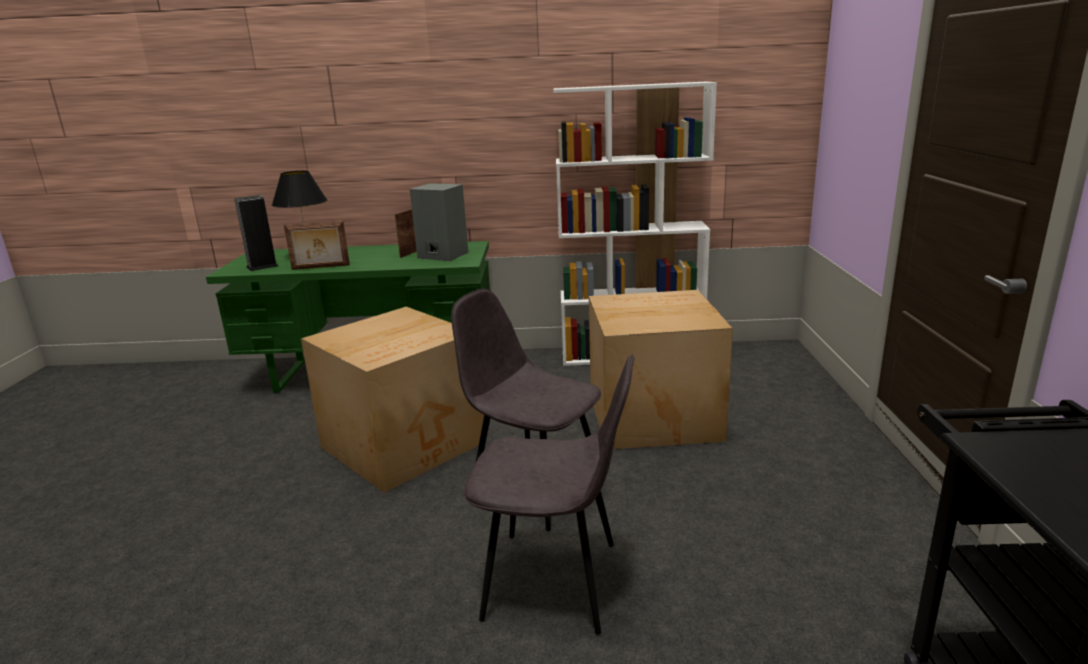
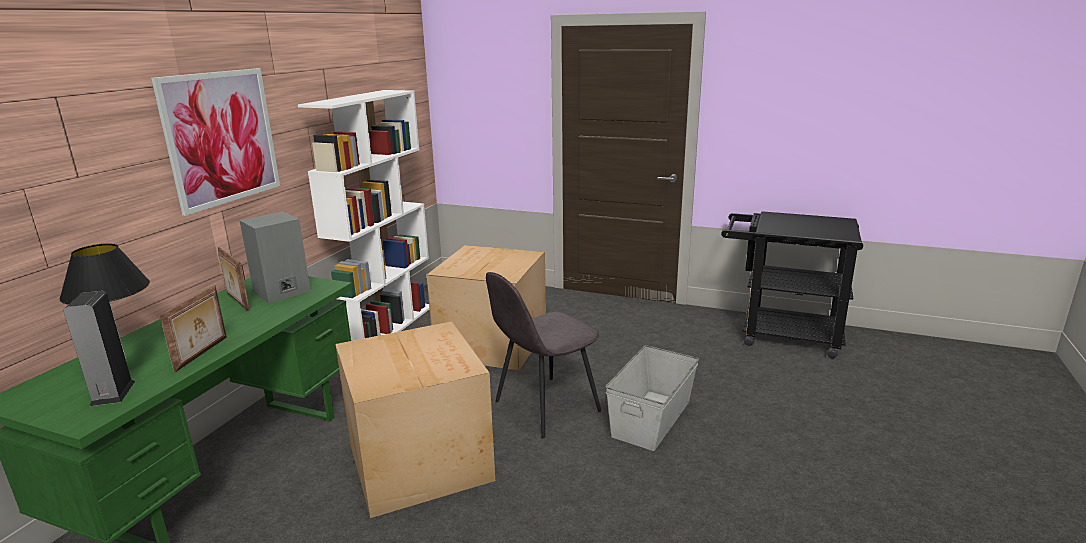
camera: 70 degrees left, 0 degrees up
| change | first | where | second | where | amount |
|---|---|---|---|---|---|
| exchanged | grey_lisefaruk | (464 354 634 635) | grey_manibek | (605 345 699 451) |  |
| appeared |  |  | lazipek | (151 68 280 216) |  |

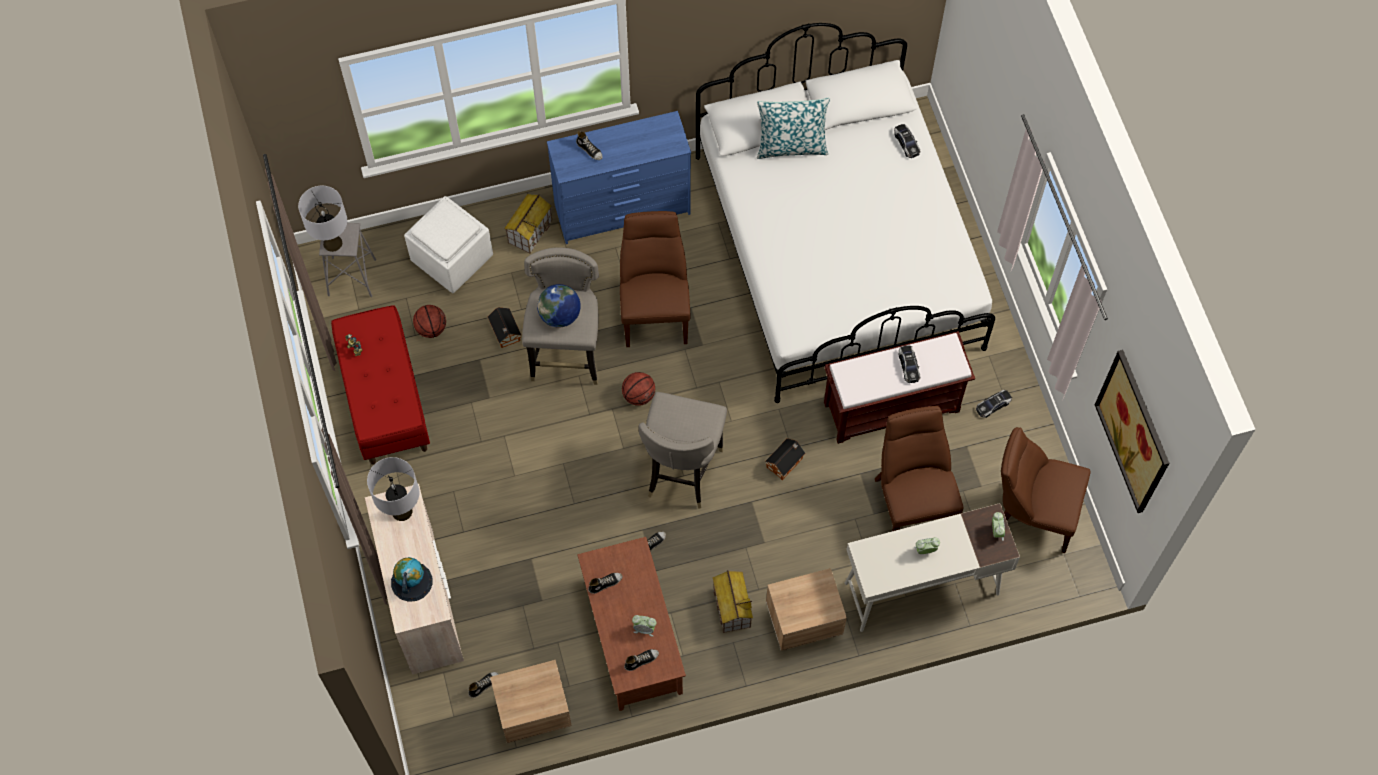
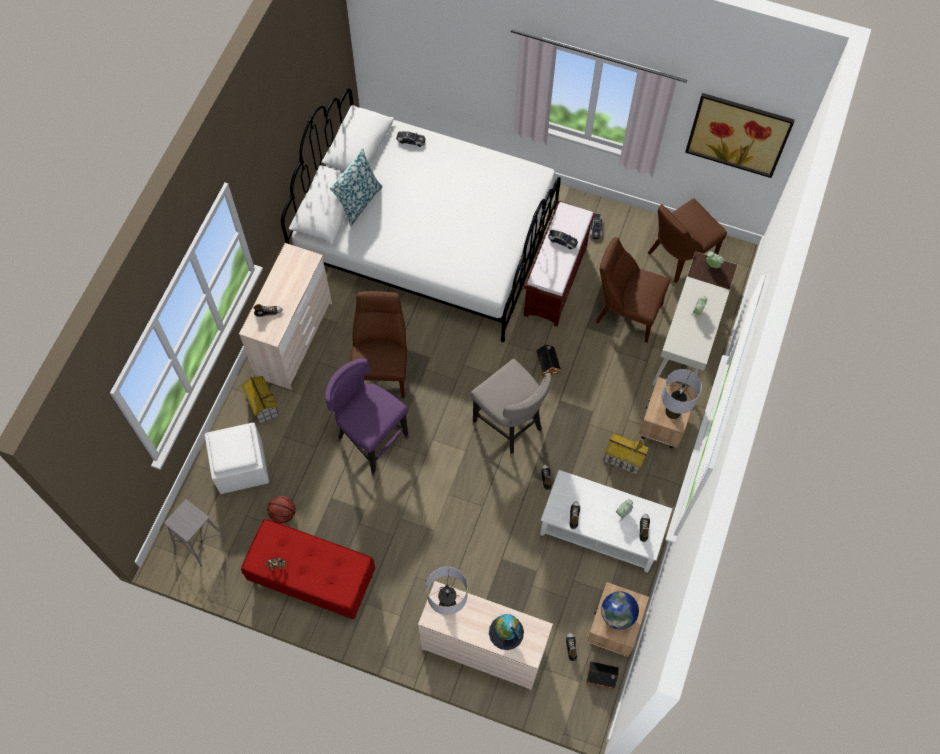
camera: 55 degrees left, 0 degrees up
| change | first | where | second | where | amount |
|---|---|---|---|---|---|
| relocated | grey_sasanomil | (298 186 347 252) |  | (661 369 702 419) |  |
| relocated | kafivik | (488 307 521 348) |  | (586 661 619 689) |  |
| colour | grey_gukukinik | (522 247 599 385) | purple_gukukinik | (325 358 409 476) |  |
| relocated | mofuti | (537 284 581 328) |  | (601 591 639 629) |  |
| colour | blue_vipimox | (547 111 691 244) | beige_vipimox | (239 243 332 390) |  |
| colour | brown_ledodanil | (577 537 686 711) | white_ledodanil | (540 470 672 573) |  |
| spun | brown_lisefaruk | (620 211 690 347) |  | (350 291 407 398) | 60 degrees clockwise |
| missing | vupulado | (622 372 655 406) |  |  |  |

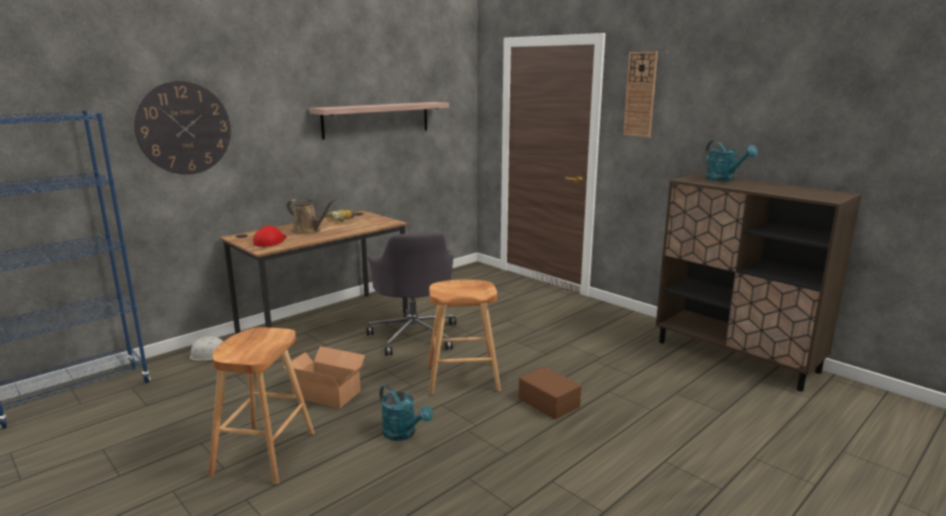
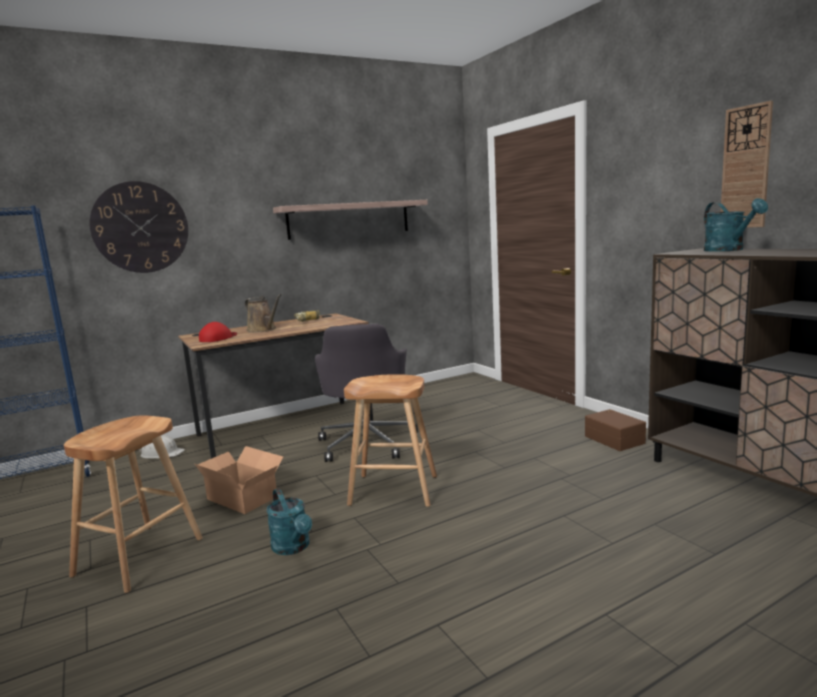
camera: 15 degrees right, 5 degrees down
| change | first | where | second | where | amount |
|---|---|---|---|---|---|
| relocated | brown_manibek | (518 367 581 419) |  | (585 409 646 451) |  |
| relocated | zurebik | (623 52 658 137) |  | (721 101 773 228) |  |

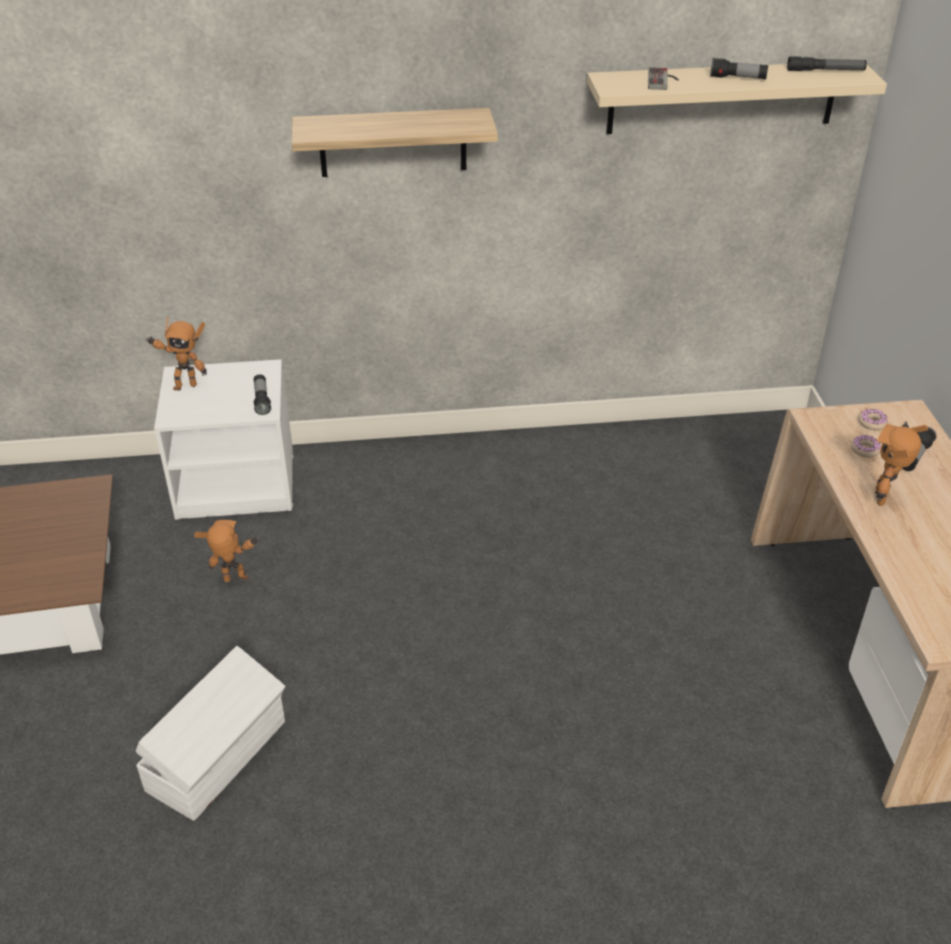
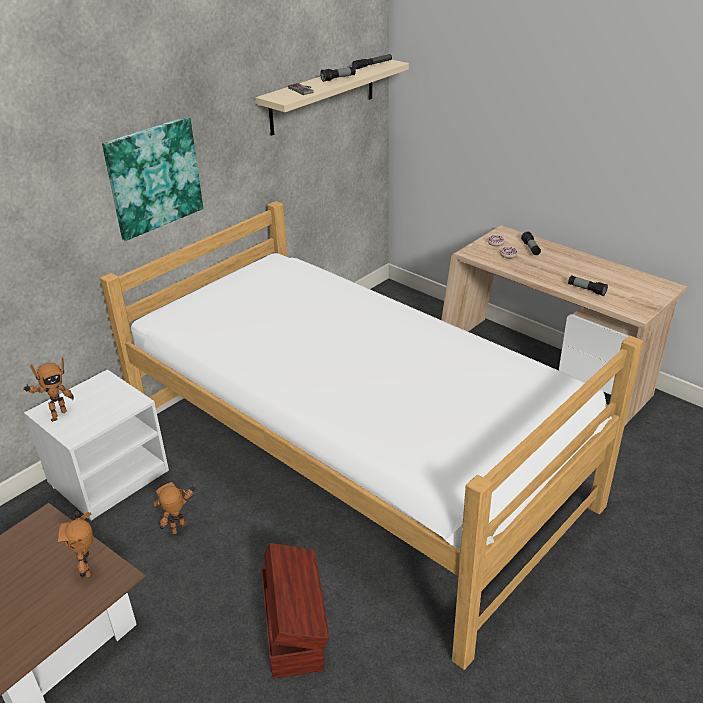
camera: 40 degrees left, 5 degrees down
| change | first | where | second | where | amount |
|---|---|---|---|---|---|
| colour | white_manibek | (136 646 285 821) | brown_manibek | (261 543 330 679) |  |
| relocated | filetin | (253 374 271 415) |  | (568 275 608 296) |  |
| exchanged | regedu | (292 108 498 177) | lazipek | (102 117 203 241) |  |
| relocated | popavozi | (875 421 928 506) |  | (58 511 93 579) |  |
| appeared |  |  | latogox | (100 201 643 670) |  |

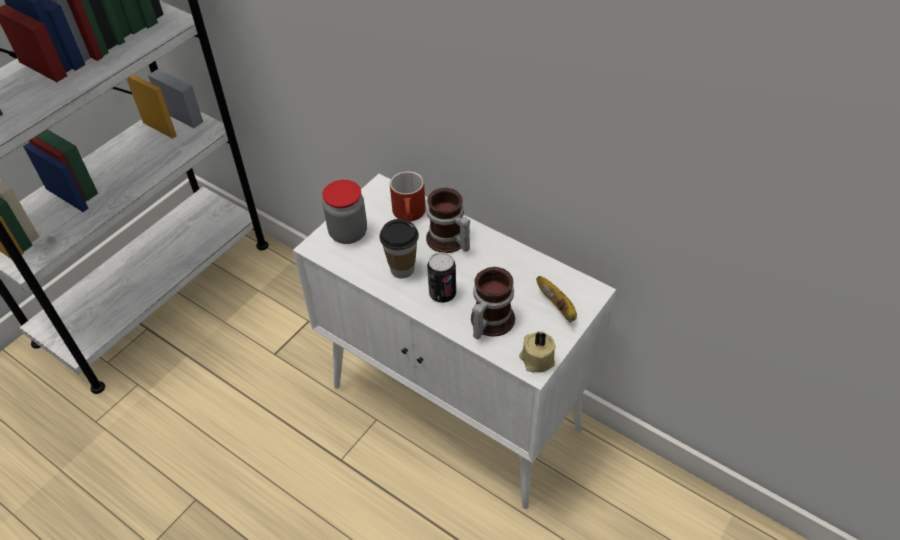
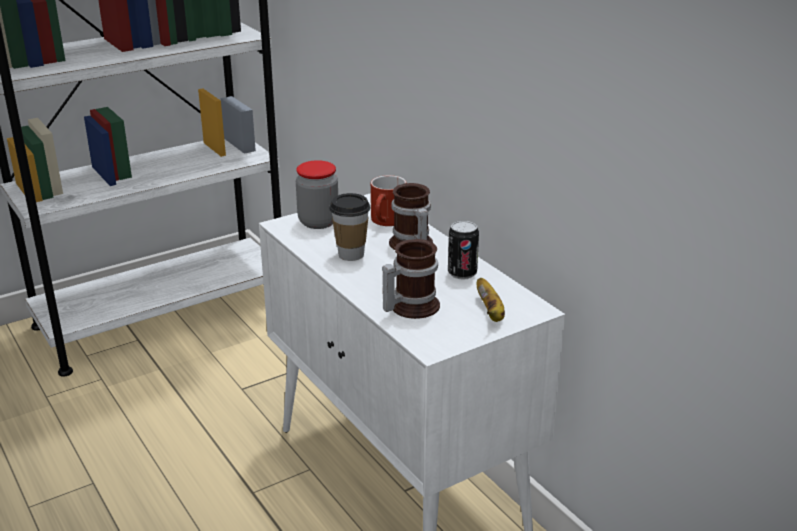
camera: 20 degrees right, 20 degrees down
| change | first | where | second | where | amount |
|---|---|---|---|---|---|
| relocated | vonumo | (427 252 456 303) |  | (448 220 479 280) |  |
| missing | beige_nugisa | (519 332 556 372) |  |  |  |

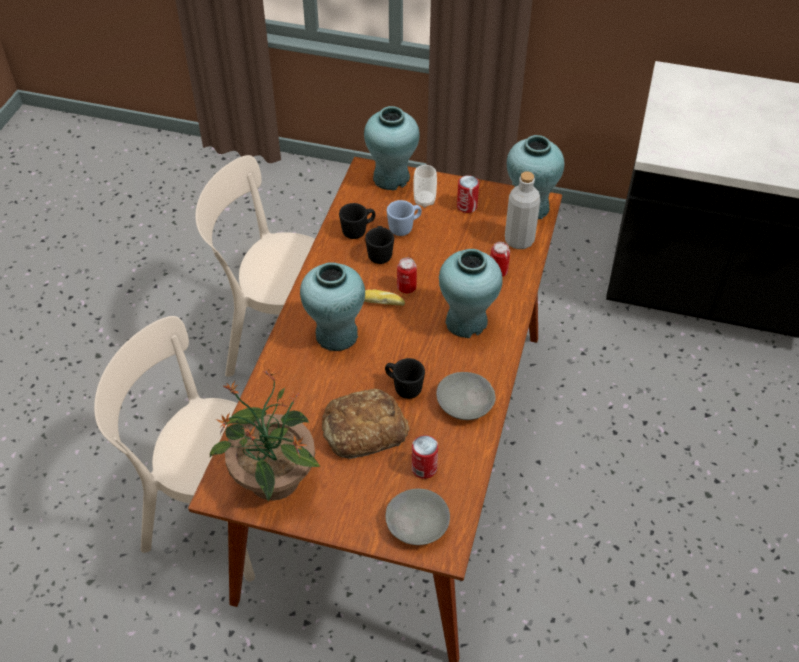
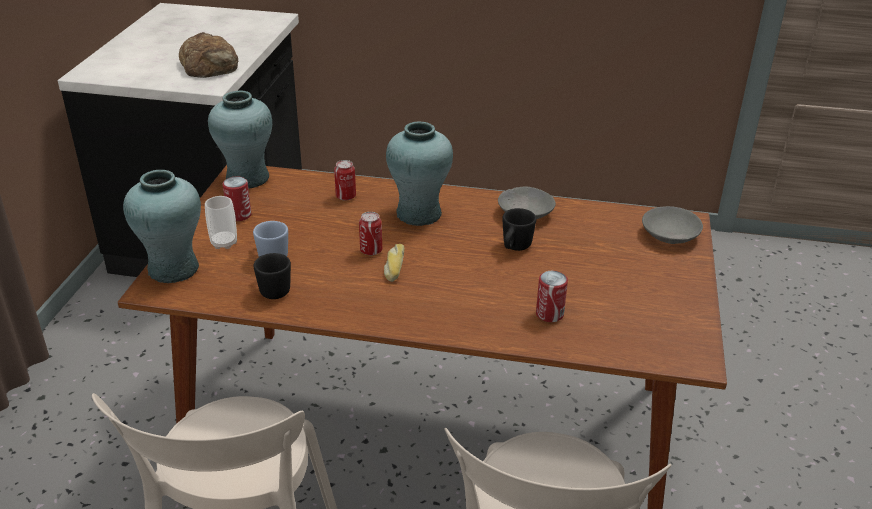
camera: 95 degrees left, 15 degrees down
| change | first | where | second | where | amount |
|---|---|---|---|---|---|
| missing | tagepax | (210 368 321 502) |  |  |  |
| missing | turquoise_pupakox | (300 262 365 351) |  |  |  |
| relocated | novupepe | (322 389 409 459) |  | (179 32 238 78) |  |
| missing | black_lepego | (365 226 394 264) |  |  |  |
| relocated | vonumo | (412 435 438 479) |  | (536 271 568 322) |  |
| missing | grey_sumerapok | (505 172 540 249) |  |  |  |

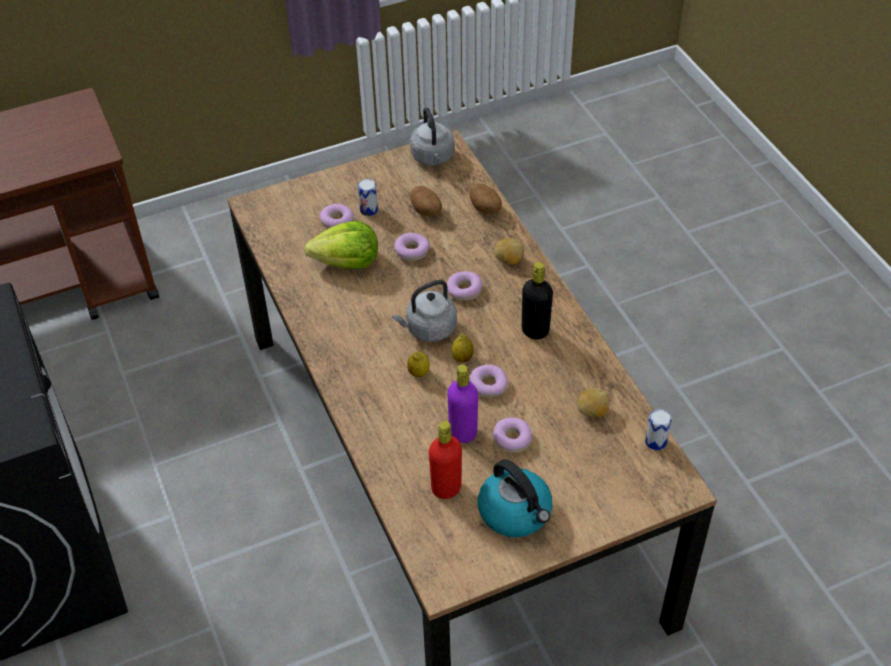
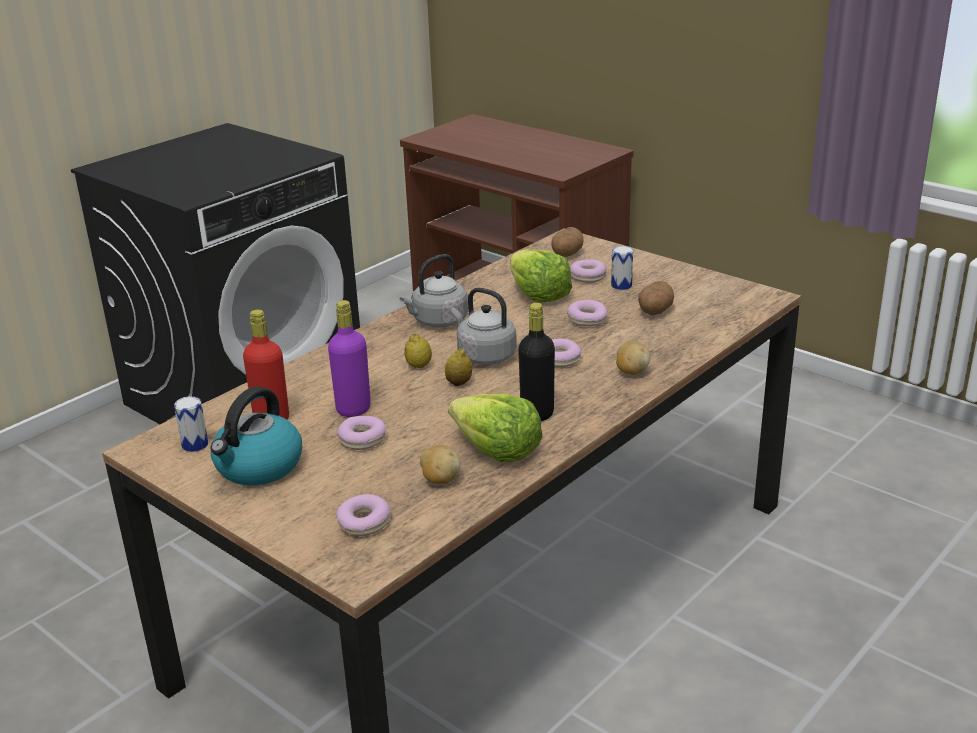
camera: 65 degrees right, 20 degrees down
| change | first | where | second | where | amount |
|---|---|---|---|---|---|
| relocated | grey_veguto | (410 107 455 166) |  | (400 254 468 327) |  |
| relocated | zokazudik | (470 183 502 214) |  | (551 227 584 257) |  |
| relocated | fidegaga | (470 364 508 397) |  | (336 494 391 536) |  |
| relocated | vonumo | (645 409 672 450) |  | (174 396 208 452) |  |
| appeared |  |  | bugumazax | (448 394 542 462) |  |

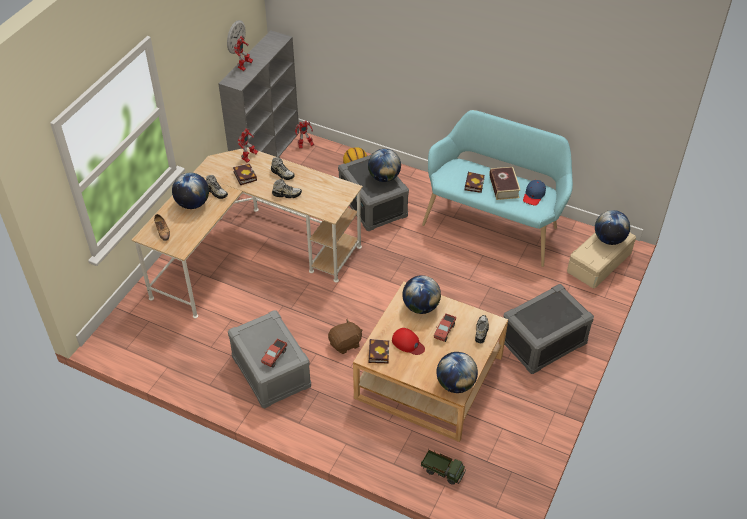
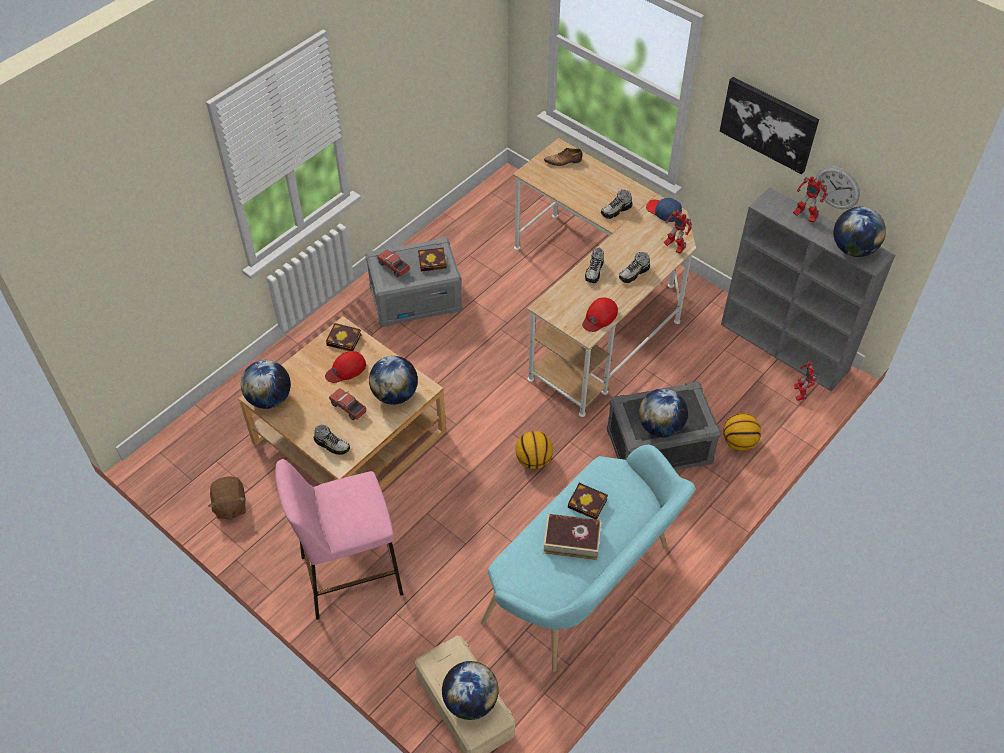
camera: 105 degrees right, 5 degrees up
| change | first | where | second | where | amount |
|---|---|---|---|---|---|
| relocated | mofuti | (172 173 209 209) |  | (834 207 886 257) |  |
| relocated | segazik | (233 164 257 185) |  | (418 248 447 271) |  |
| relocated | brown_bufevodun | (328 319 362 354) |  | (208 476 246 520) |  |
| missing | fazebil | (421 450 466 485) |  |  |  |
| exchanged | grey_manibek | (503 284 594 374) | pink_gukukinik | (275 459 404 620) |  |
| relocated | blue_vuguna | (523 180 546 206) |  | (646 198 682 222) |  |
| appeared |  |  | vupulado | (516 431 553 469) |  |
| appeared |  |  | red_vuguna | (582 297 618 332) |  |
| appeared |  |  | lazipek | (720 77 819 174) |  |

